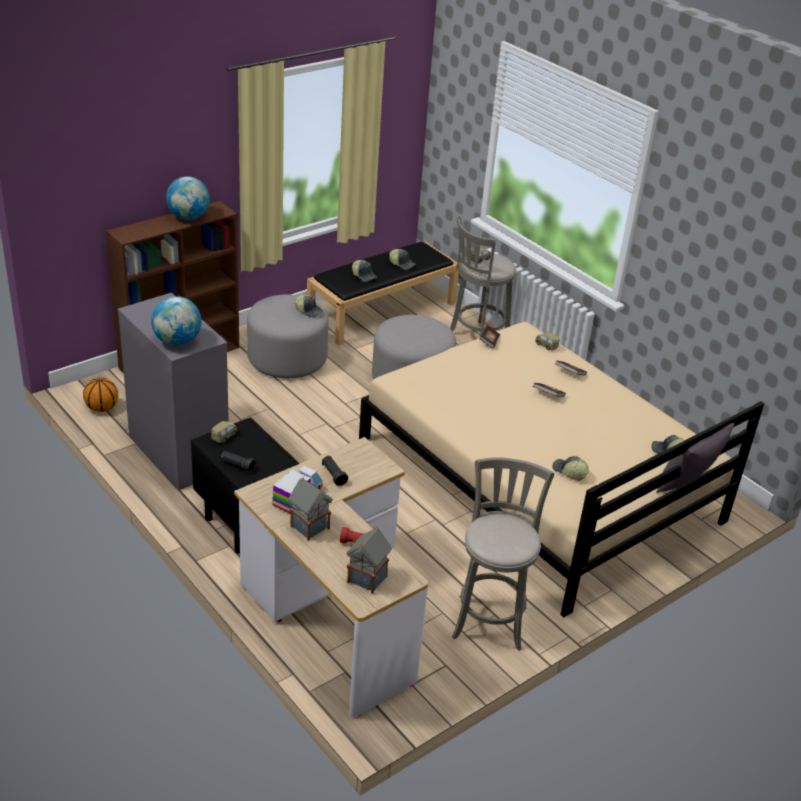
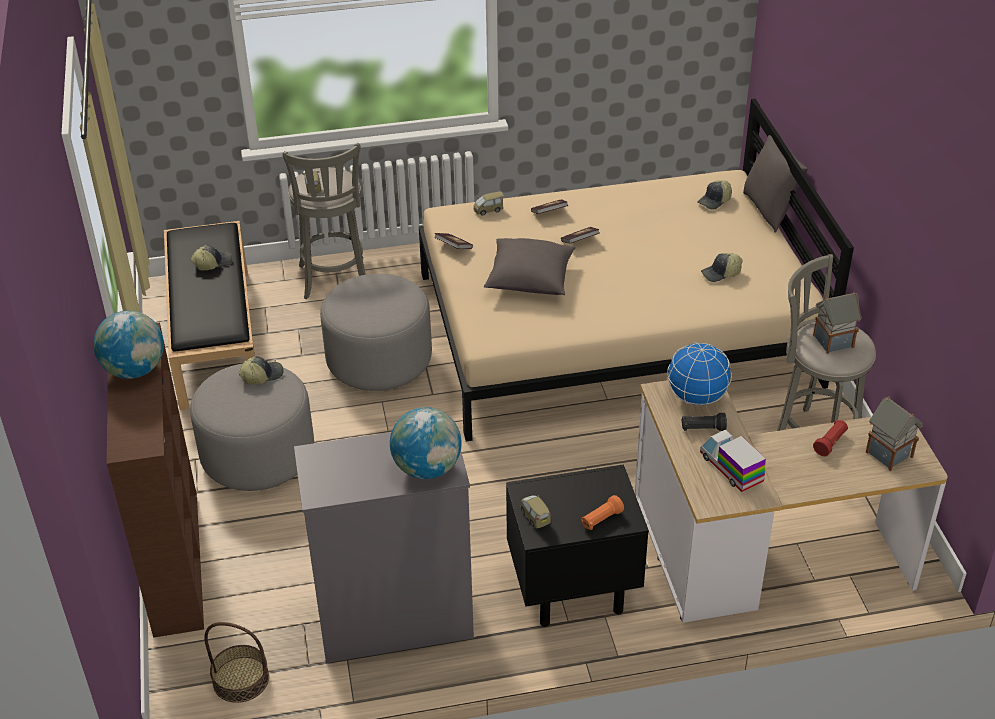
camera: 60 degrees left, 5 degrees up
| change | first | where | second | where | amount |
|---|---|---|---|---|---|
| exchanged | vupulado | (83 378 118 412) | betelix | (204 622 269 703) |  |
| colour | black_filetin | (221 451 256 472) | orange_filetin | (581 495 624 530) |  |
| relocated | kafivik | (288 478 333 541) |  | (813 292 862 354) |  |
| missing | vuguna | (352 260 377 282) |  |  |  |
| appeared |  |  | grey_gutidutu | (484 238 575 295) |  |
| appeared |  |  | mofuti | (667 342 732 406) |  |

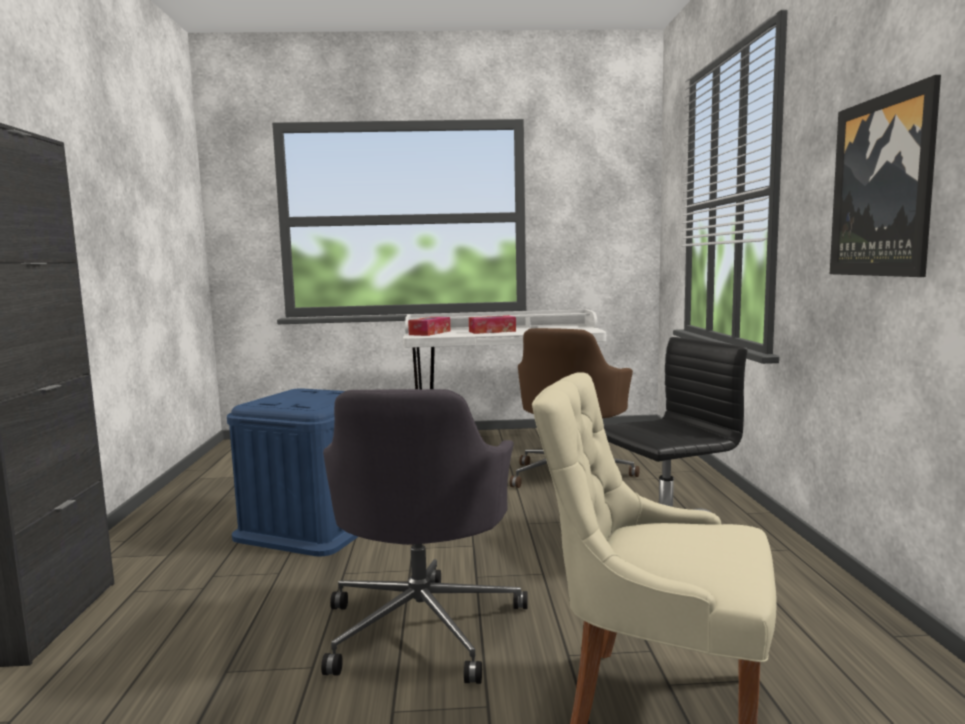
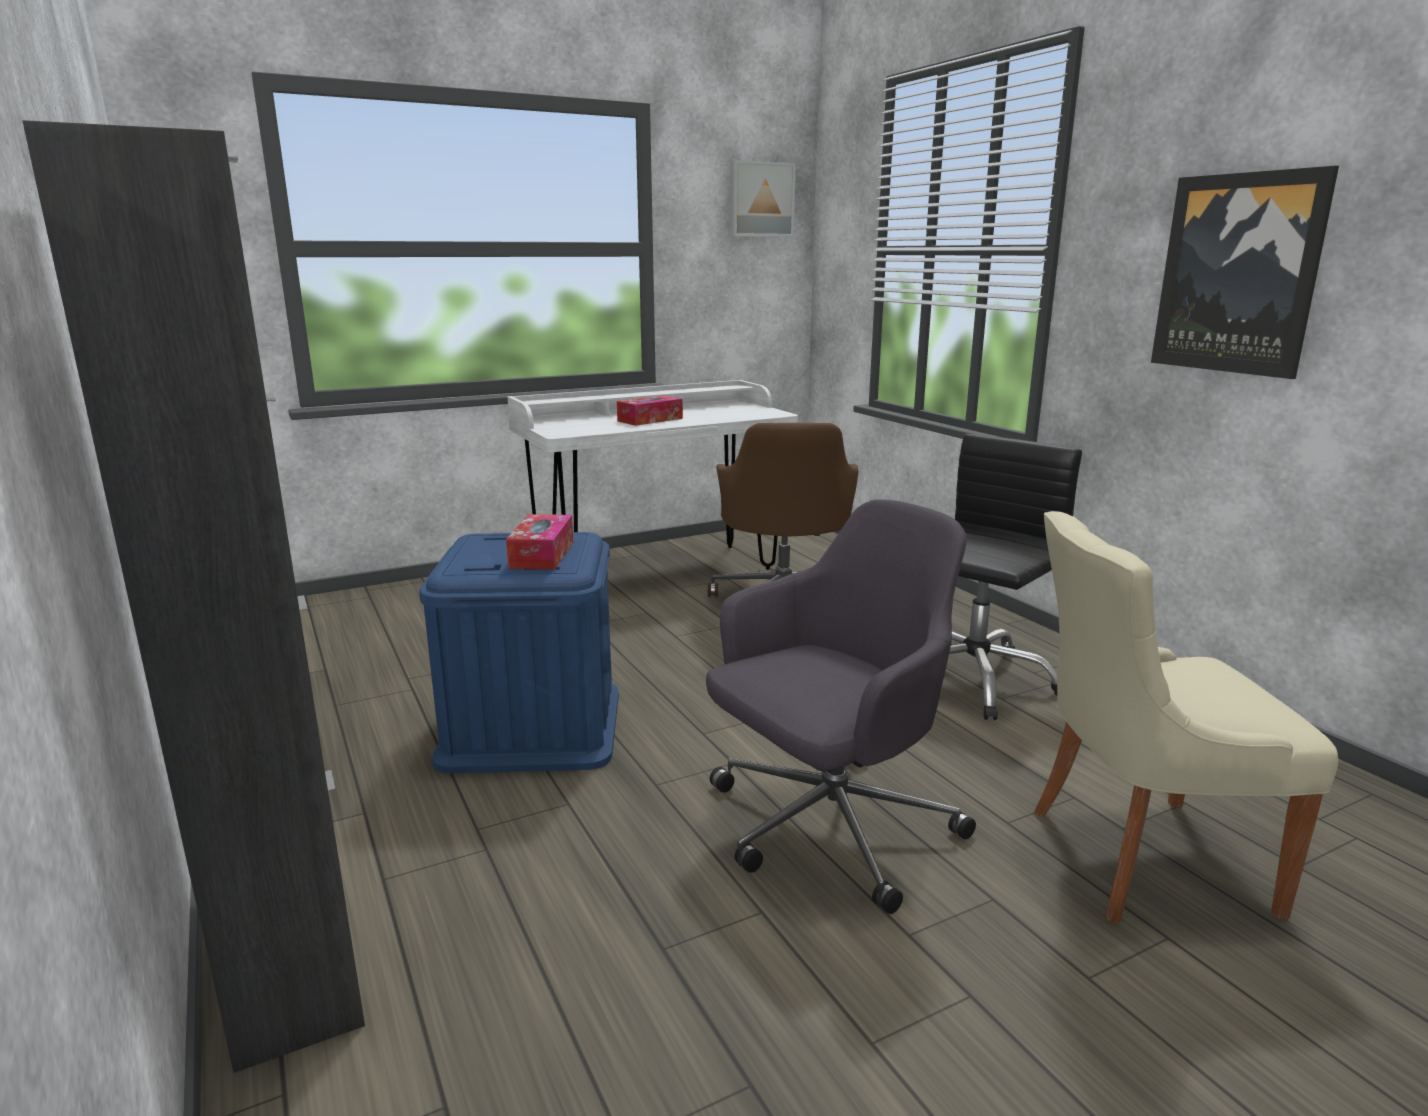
camera: 25 degrees left, 10 degrees up
| change | first | where | second | where | amount |
|---|---|---|---|---|---|
| spun | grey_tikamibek | (321 389 528 684) |  | (706 499 976 914) | 105 degrees counterclockwise |
| relocated | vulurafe | (408 317 450 336) |  | (506 514 573 570) |  |
| appeared |  |  | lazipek | (730 160 796 237) |  |

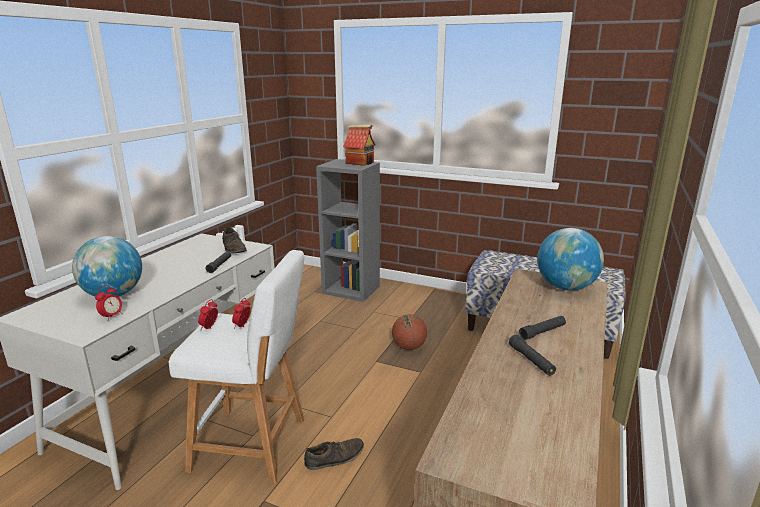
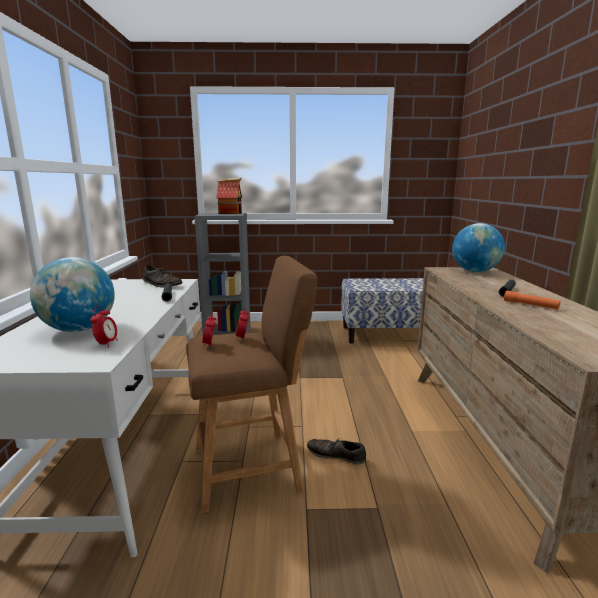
camera: 25 degrees left, 5 degrees down
| change | first | where | second | where | amount |
|---|---|---|---|---|---|
| colour | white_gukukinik | (169 250 304 484) | brown_gukukinik | (186 256 318 513) |  |
| spun | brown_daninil | (304 438 364 470) |  | (307 439 366 464) | 105 degrees counterclockwise |
| missing | vupulado | (392 314 427 350) |  |  |  |
| colour | black_filetin | (509 335 556 376) | orange_filetin | (504 291 561 309) |  |

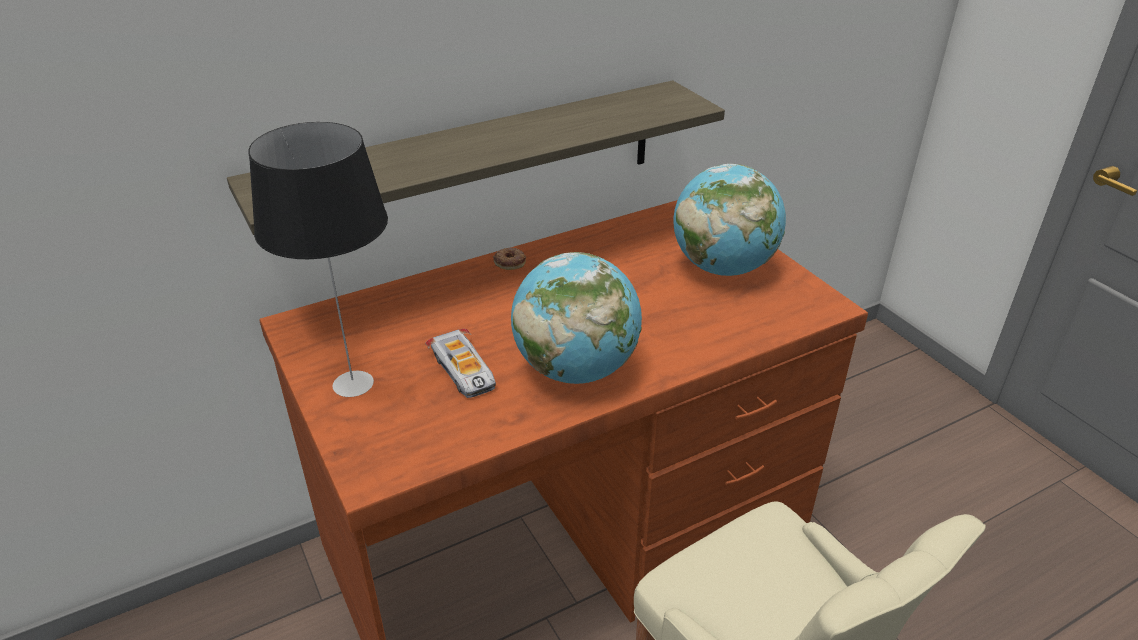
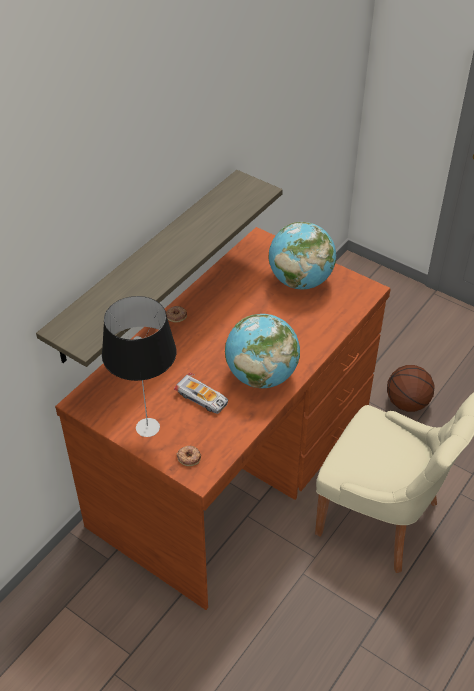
camera: 25 degrees left, 10 degrees up
| change | first | where | second | where | amount |
|---|---|---|---|---|---|
| appeared |  |  | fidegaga | (177 446 201 466) |  |
| appeared |  |  | vupulado | (387 365 435 412) |  |

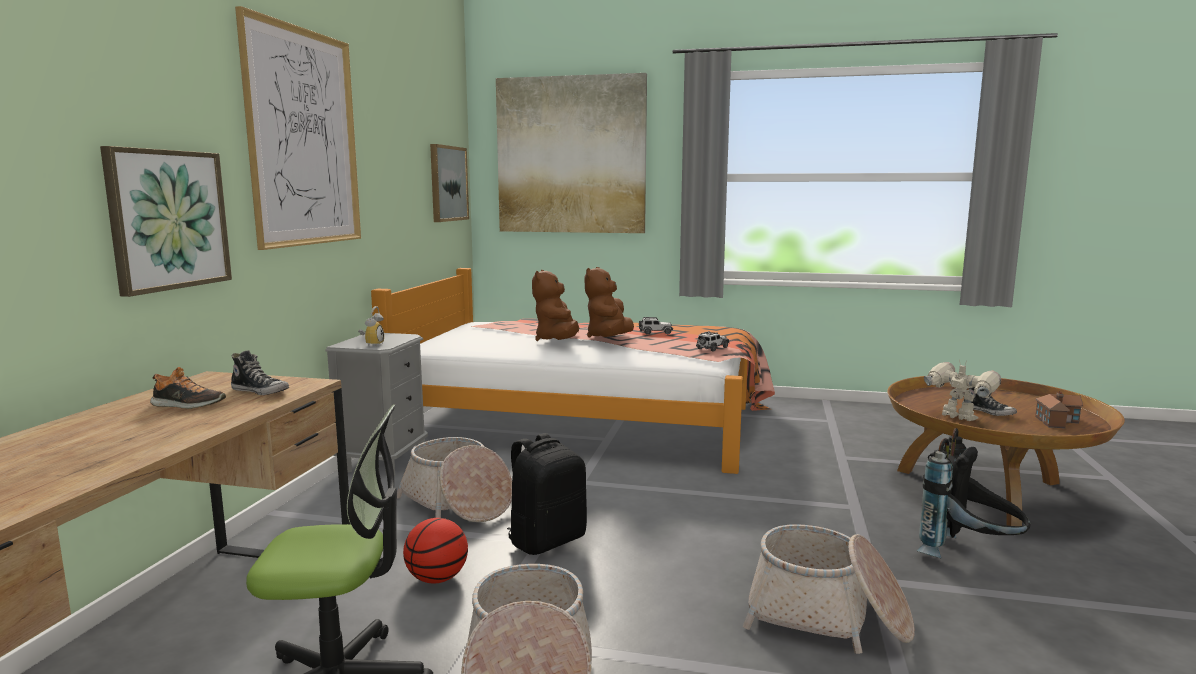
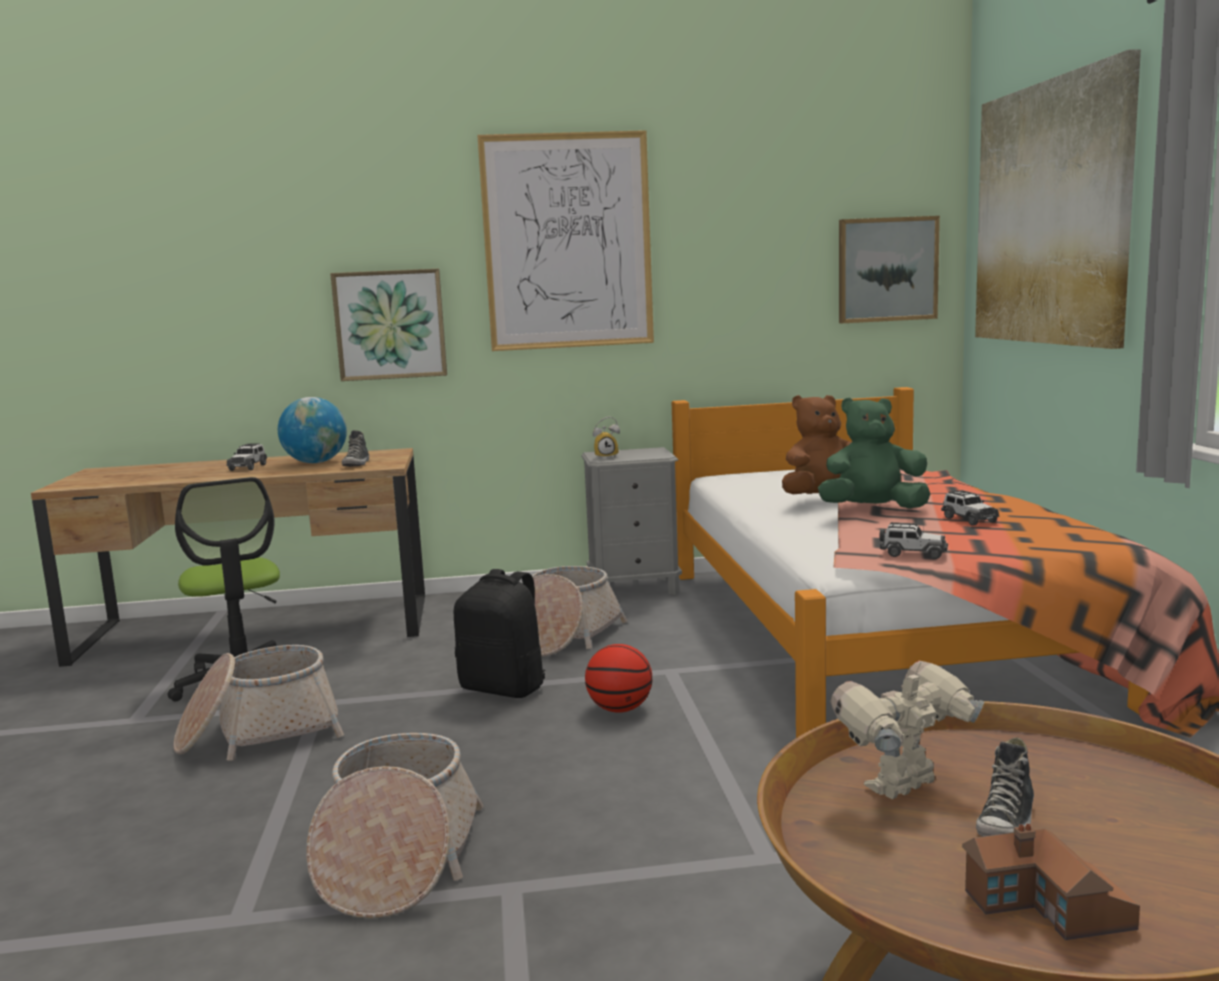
camera: 70 degrees right, 0 degrees up
| change | first | where | second | where | amount |
|---|---|---|---|---|---|
| exchanged | daninil | (150 367 226 409) | mofuti | (278 397 347 463) |  |
| relocated | vupulado | (403 518 468 583) |  | (585 644 652 713) |  |
| colour | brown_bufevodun | (584 267 634 337) | green_bufevodun | (818 397 930 509) |  |
| missing | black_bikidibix | (917 428 1031 559) |  |  |  |
| spun | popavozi | (924 359 1001 421) |  | (830 661 984 799) | 150 degrees counterclockwise |
| appeared |  |  | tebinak | (227 443 267 471) |  |

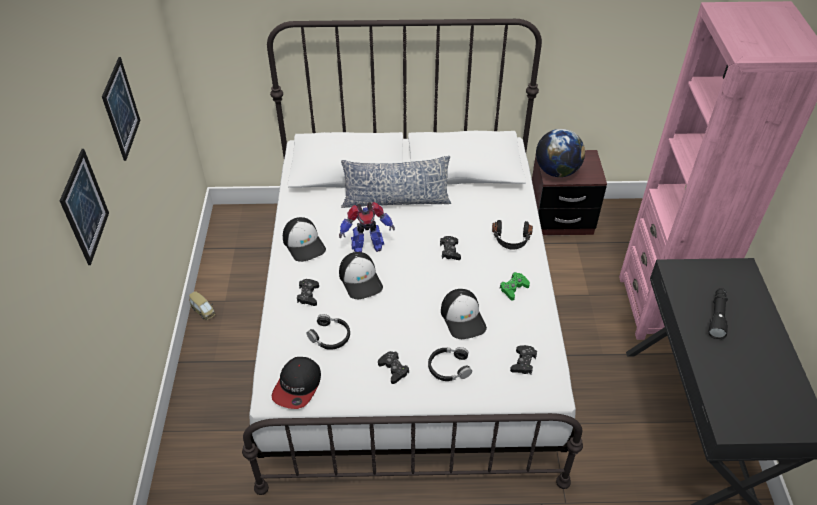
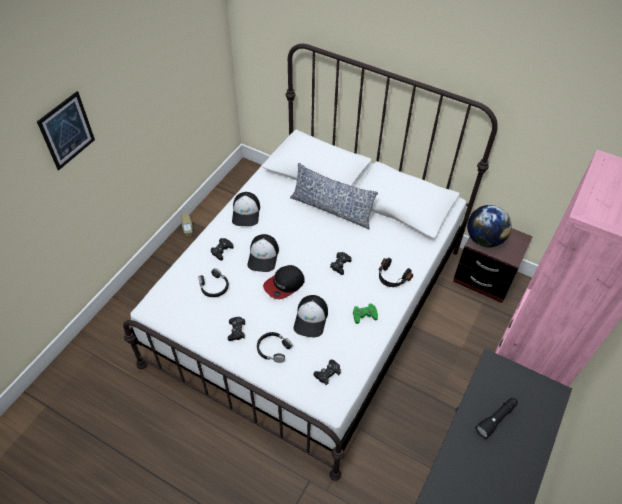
camera: 30 degrees right, 5 degrees up
| change | first | where | second | where | amount |
|---|---|---|---|---|---|
| missing | lazipek | (102 57 140 161) |  |  |  |
| relocated | vuguna | (272 357 321 409) |  | (263 265 305 299) |  |
| missing | popavozi | (339 202 395 252) |  |  |  |

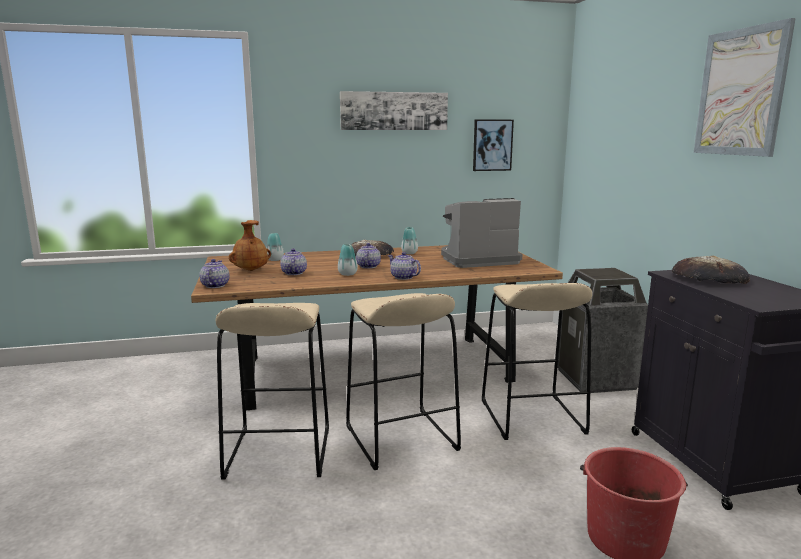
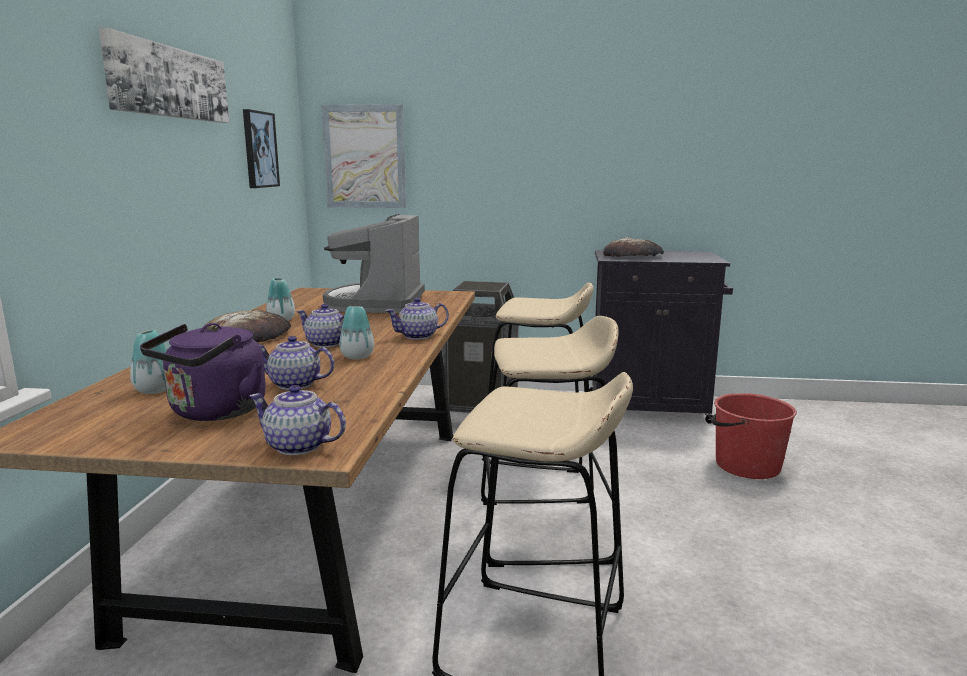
camera: 70 degrees left, 0 degrees up
| change | first | where | second | where | amount |
|---|---|---|---|---|---|
| exchanged | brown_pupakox | (229 220 271 271) | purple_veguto | (140 323 266 421) |  |
| relocated | lazipek | (694 18 796 157) |  | (321 104 406 208) |  |

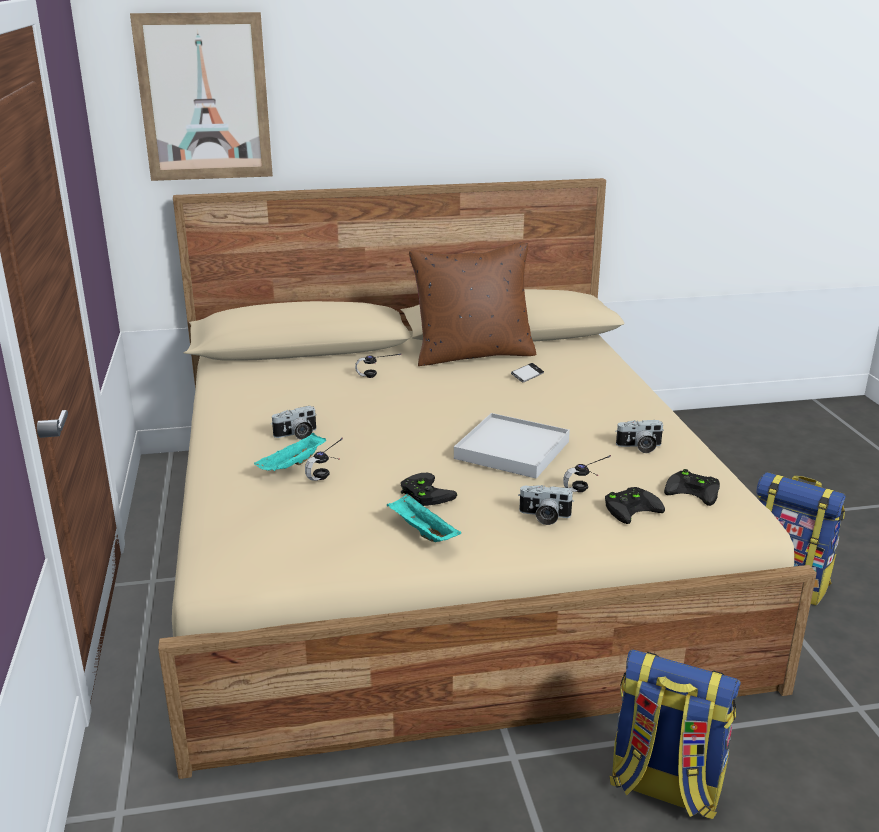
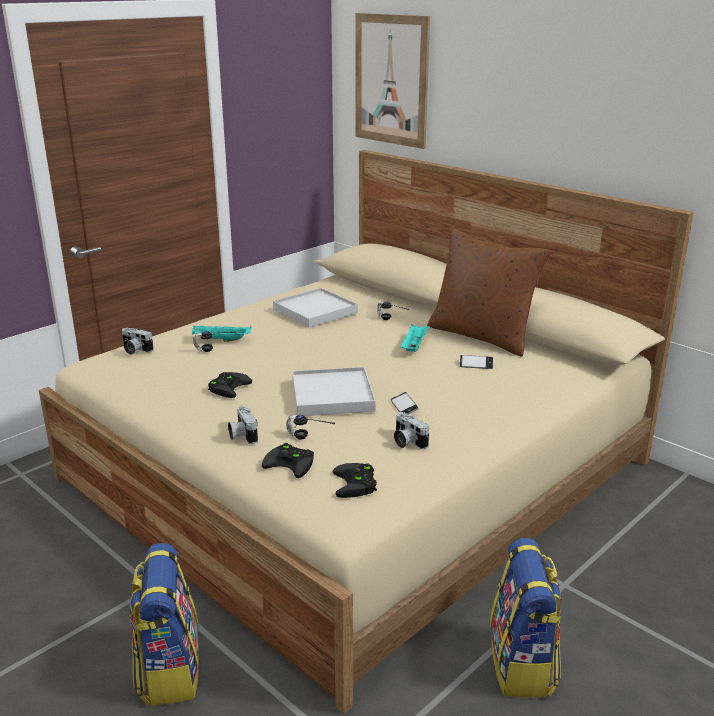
camera: 55 degrees right, 0 degrees up
| change | first | where | second | where | amount |
|---|---|---|---|---|---|
| relocated | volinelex | (272 406 317 440) |  | (122 328 154 355) |  |
| relocated | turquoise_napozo | (387 494 461 542) |  | (400 324 430 352) |  |
| appeared |  |  | white_napozo | (273 288 358 328) |  |
| appeared |  |  | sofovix | (391 392 419 414) |  |

